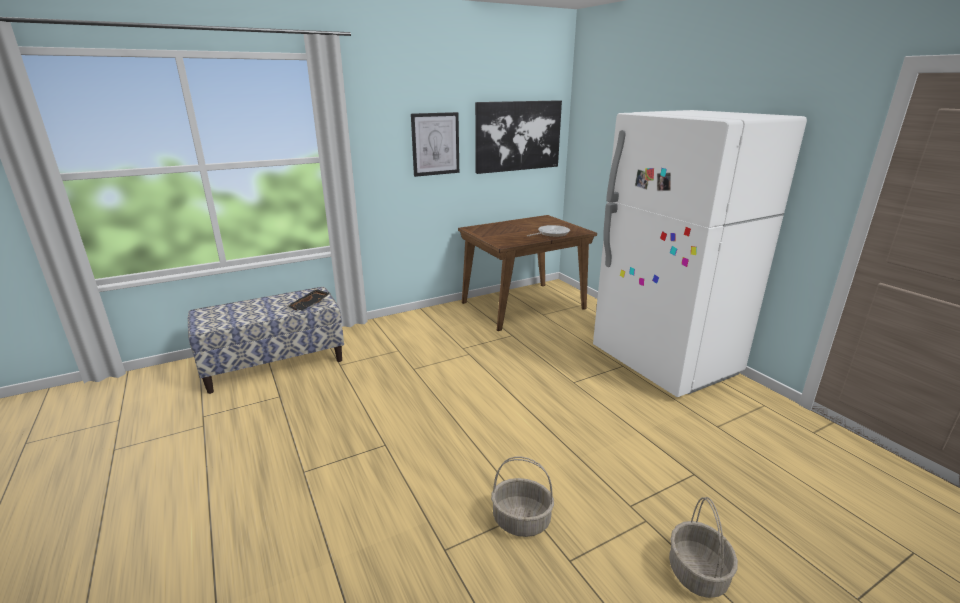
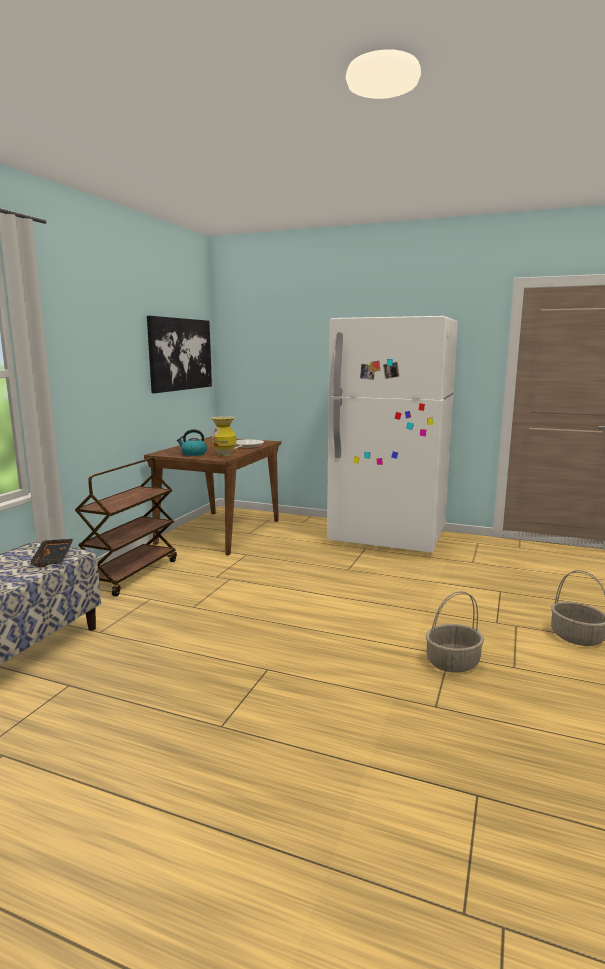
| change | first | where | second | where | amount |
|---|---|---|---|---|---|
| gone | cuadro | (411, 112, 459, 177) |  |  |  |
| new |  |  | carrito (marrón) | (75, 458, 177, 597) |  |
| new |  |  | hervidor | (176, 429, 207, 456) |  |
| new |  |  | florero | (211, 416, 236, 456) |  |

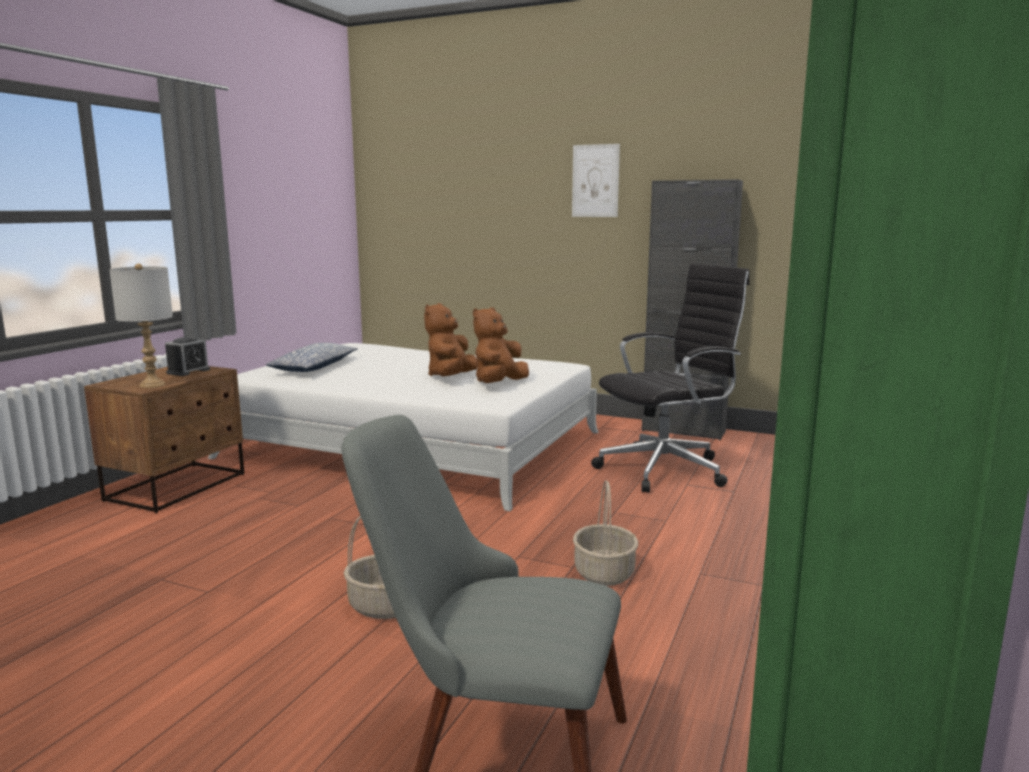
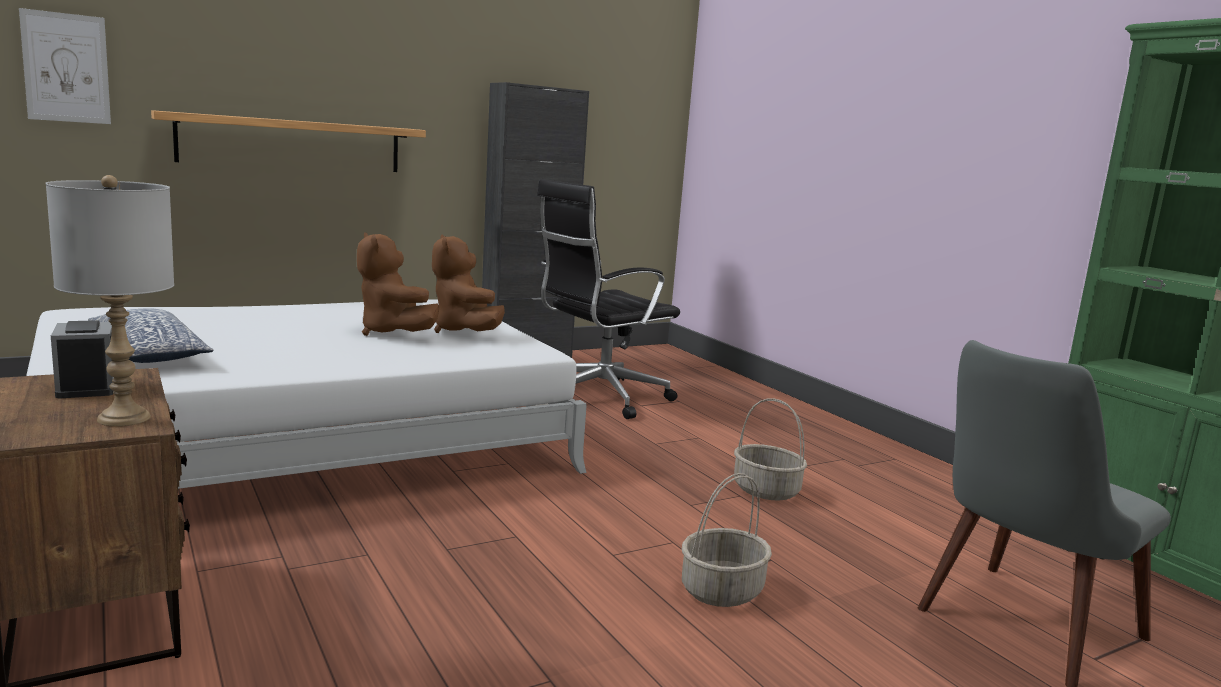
| change | first | where | second | where | amount |
|---|---|---|---|---|---|
| shifted | cuadro | (572, 144, 620, 217) |  | (19, 8, 111, 124) |  |
| rotated | silla de oficina (negro) | (591, 264, 750, 493) |  | (537, 179, 680, 419) | 135 degrees counterclockwise |
| new |  |  | estante | (151, 110, 426, 172) |  |

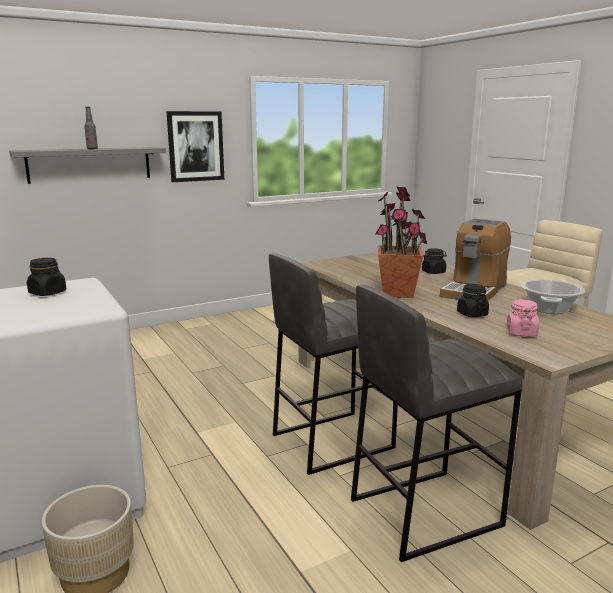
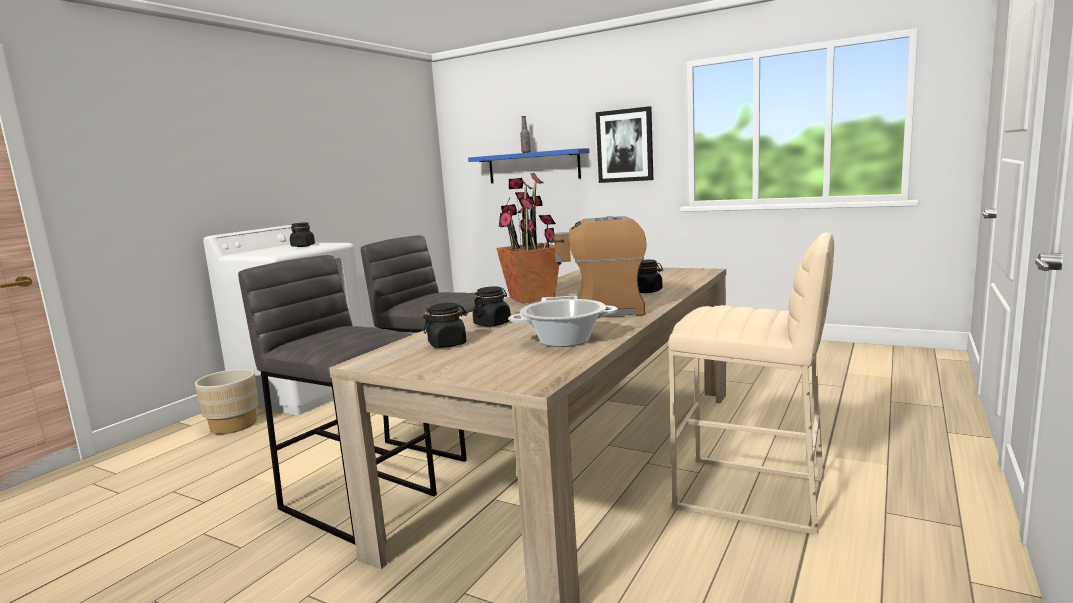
| change | first | where | second | where | amount |
|---|---|---|---|---|---|
| repainted | estante (gris) | (9, 147, 166, 184) | estante (azul) | (468, 148, 589, 183) |  |
| repainted | tarro (rosa) | (507, 299, 539, 336) | tarro (negro) | (423, 303, 468, 348) |  |

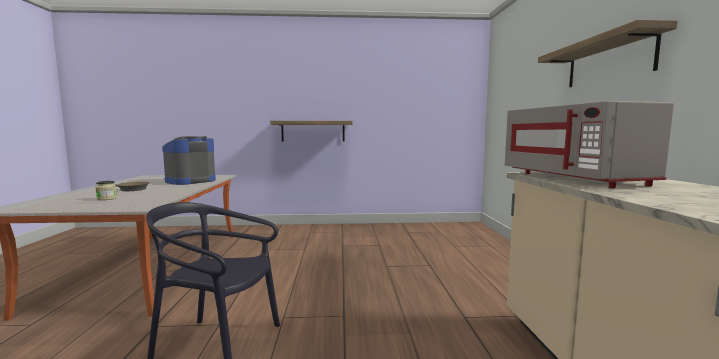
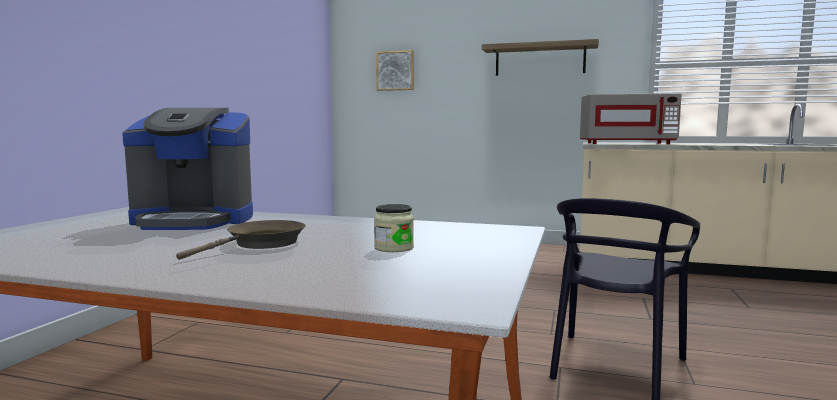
| change | first | where | second | where | amount |
|---|---|---|---|---|---|
| rotated | cafetera | (162, 136, 216, 185) |  | (122, 108, 253, 230) | 60 degrees counterclockwise |
| gone | estante | (270, 121, 353, 142) |  |  |  |
| new |  |  | cuadro | (376, 50, 414, 91) |  |

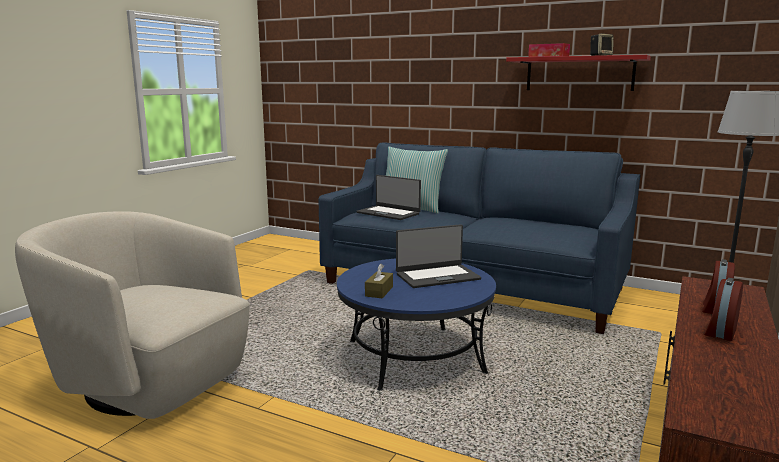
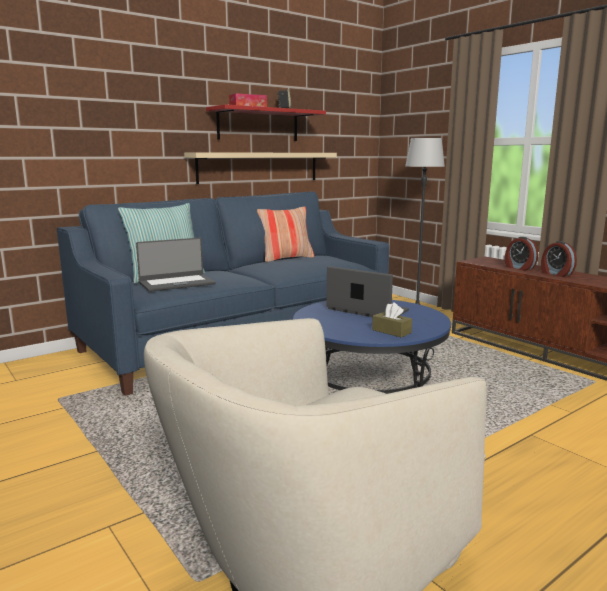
| change | first | where | second | where | amount |
|---|---|---|---|---|---|
| rotated | portátil | (396, 224, 481, 288) |  | (327, 266, 409, 317) | 60 degrees counterclockwise |
| new |  |  | estante (beis) | (184, 152, 337, 184) |  |
| new |  |  | cojín | (257, 207, 314, 262) |  |

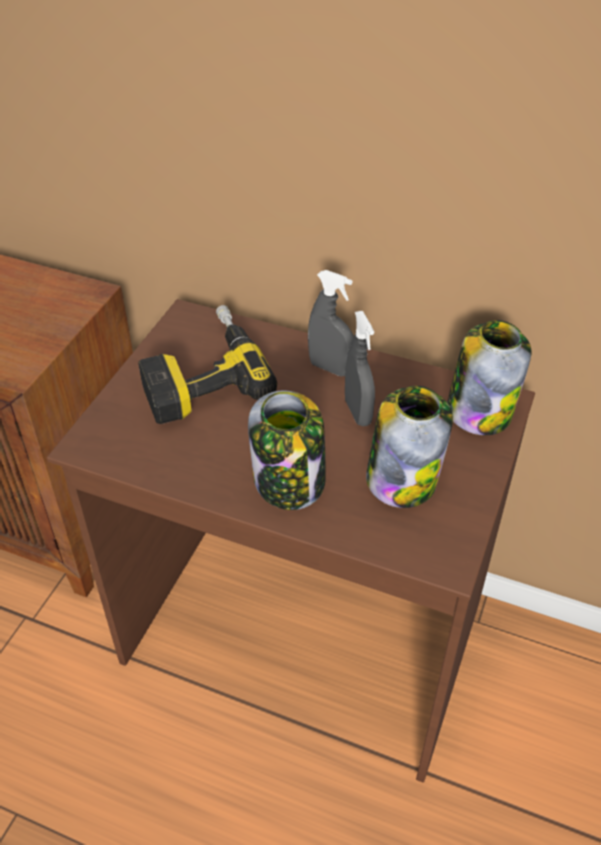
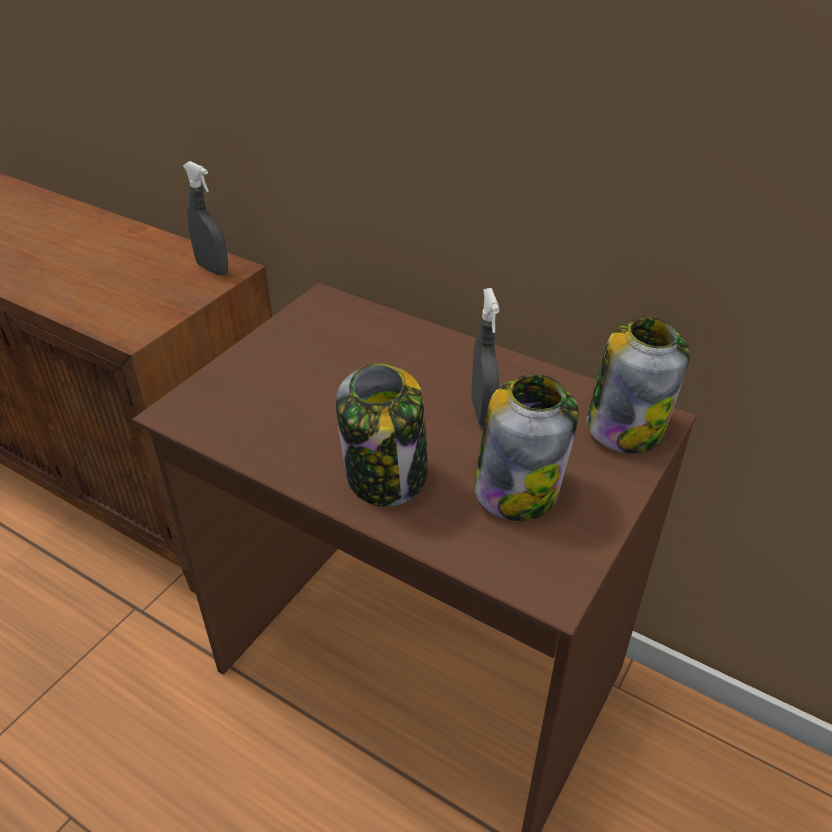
| change | first | where | second | where | amount |
|---|---|---|---|---|---|
| gone | taladro | (138, 305, 277, 424) |  |  |  |
| shifted | pulverizador (gris) | (308, 270, 354, 376) |  | (183, 161, 228, 275) |  |

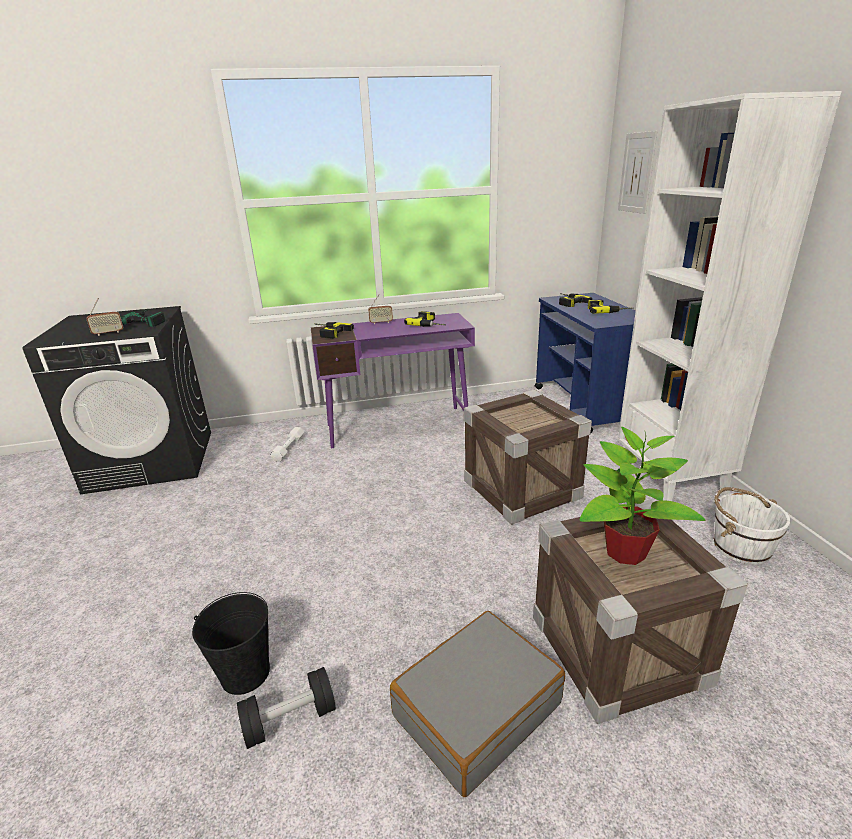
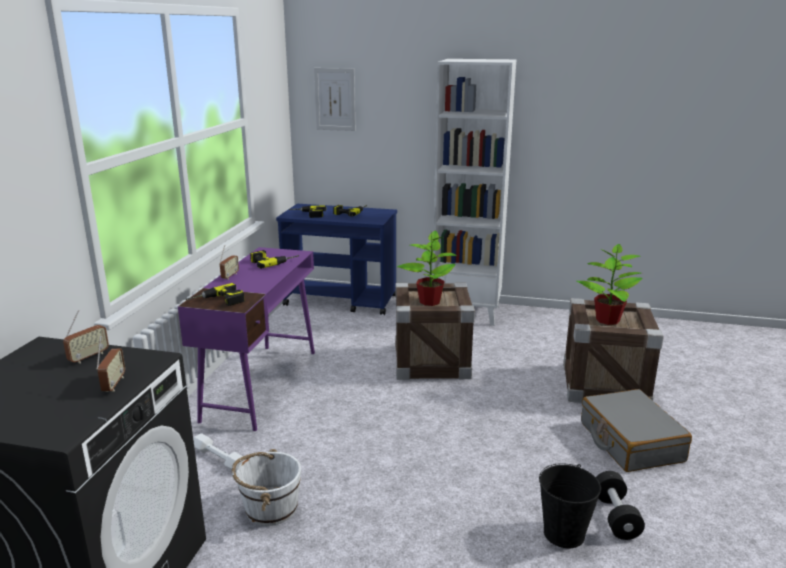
| change | first | where | second | where | amount |
|---|---|---|---|---|---|
| swapped | taladro | (121, 309, 165, 327) | radio | (63, 310, 109, 364) |  |
| shifted | cubo (blanco) | (714, 487, 790, 565) |  | (232, 449, 301, 526) |  |
| new |  |  | planta en maceta | (397, 231, 457, 306) |  |

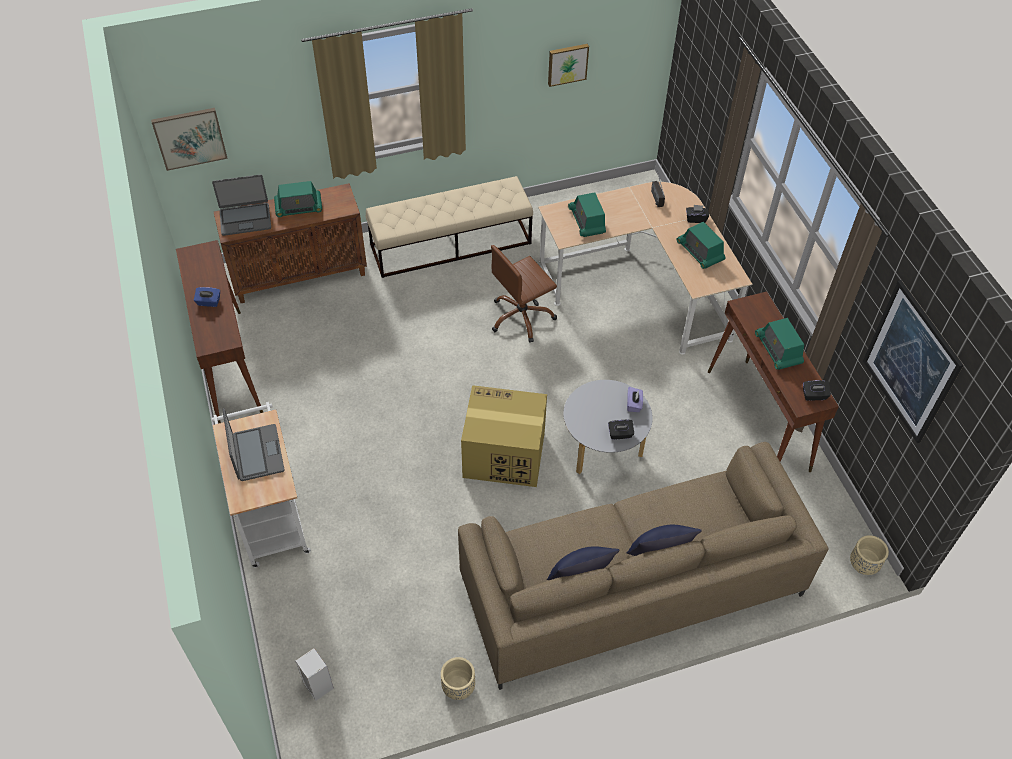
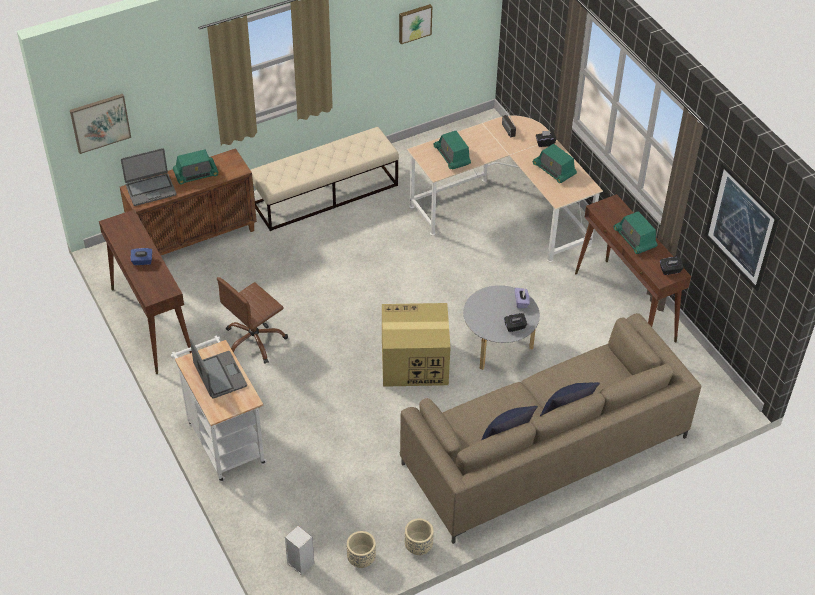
| change | first | where | second | where | amount |
|---|---|---|---|---|---|
| shifted | silla de oficina (marrón) | (491, 245, 557, 343) |  | (217, 277, 288, 364) |  |
| shifted | maceta (beis) | (850, 535, 889, 575) |  | (347, 531, 376, 568) |  |

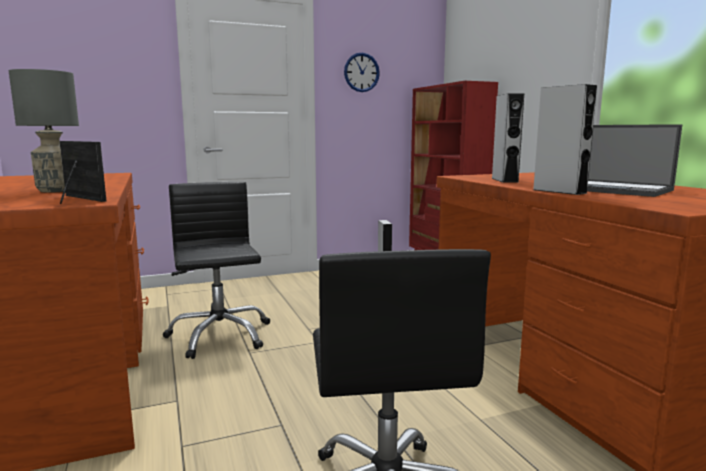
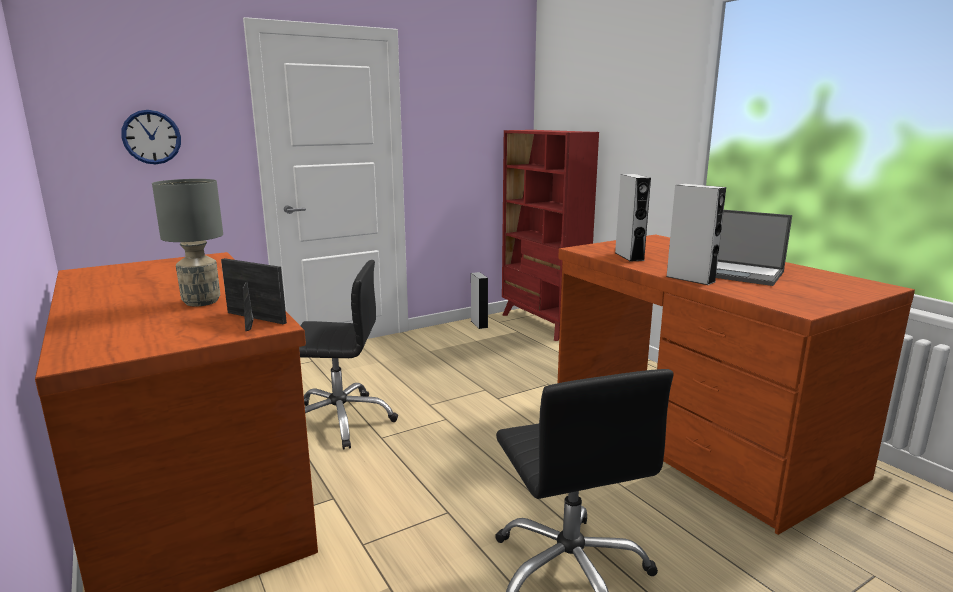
| change | first | where | second | where | amount |
|---|---|---|---|---|---|
| rotated | silla de oficina (negro) | (163, 182, 270, 359) |  | (299, 260, 398, 450) | 120 degrees clockwise |
| shifted | reloj de pared | (344, 52, 380, 92) |  | (121, 110, 181, 164) |  |

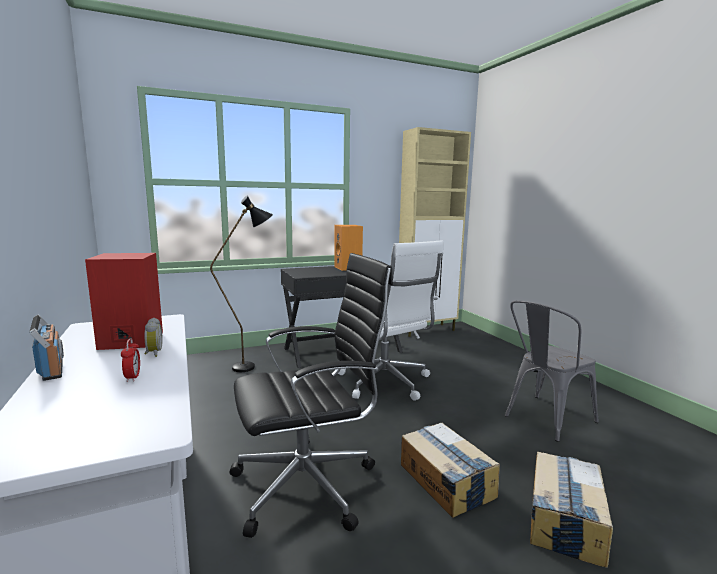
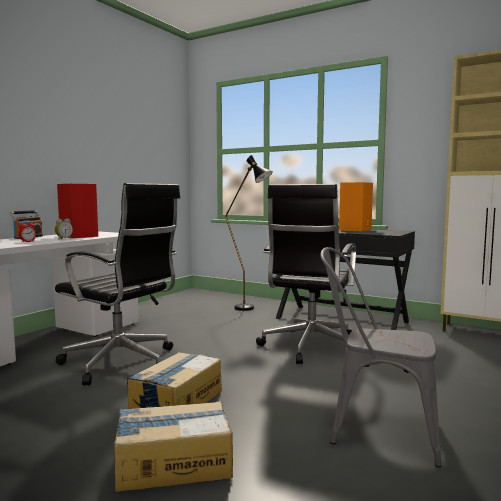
| change | first | where | second | where | amount |
|---|---|---|---|---|---|
| repainted | silla de oficina (blanco) | (338, 241, 444, 401) | silla de oficina (negro) | (256, 184, 356, 364) |  |

